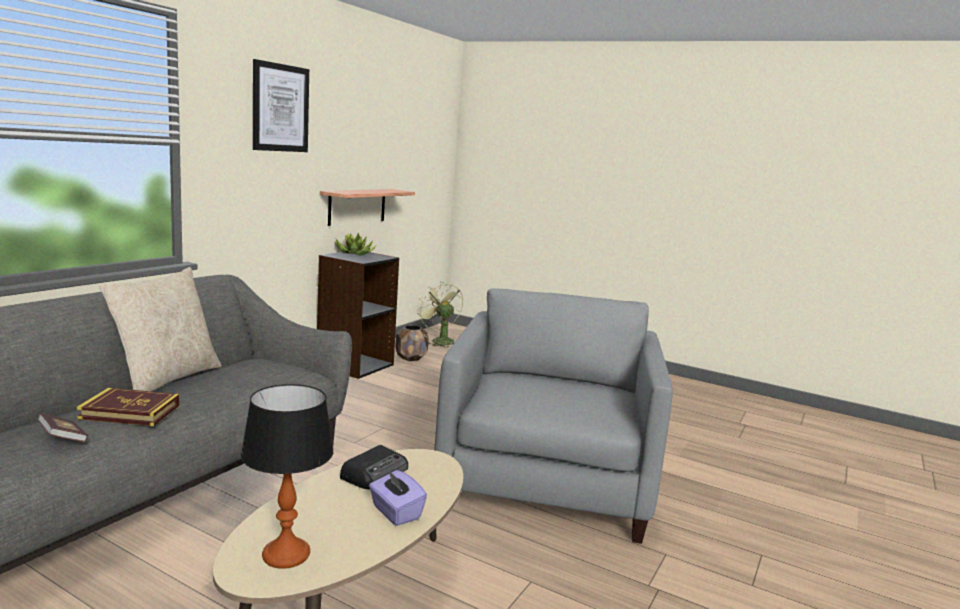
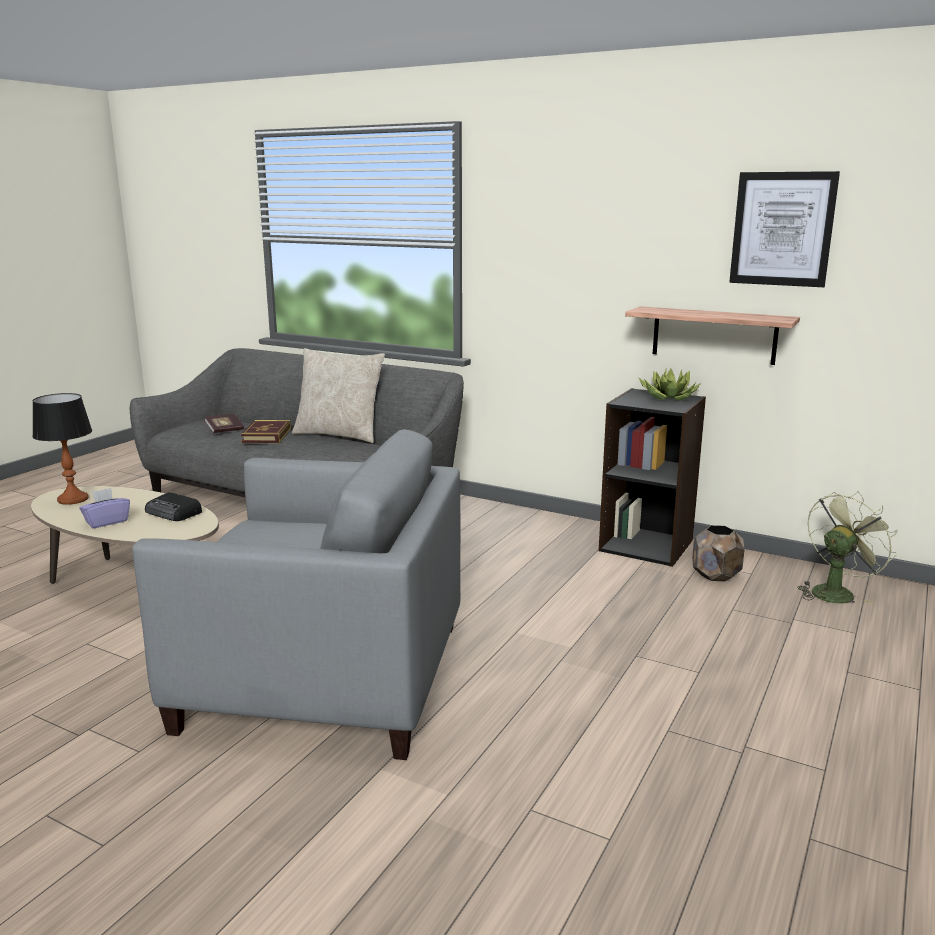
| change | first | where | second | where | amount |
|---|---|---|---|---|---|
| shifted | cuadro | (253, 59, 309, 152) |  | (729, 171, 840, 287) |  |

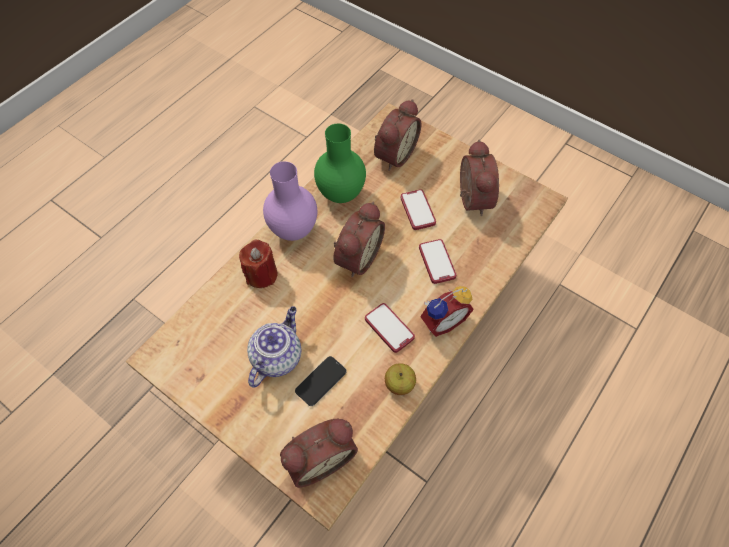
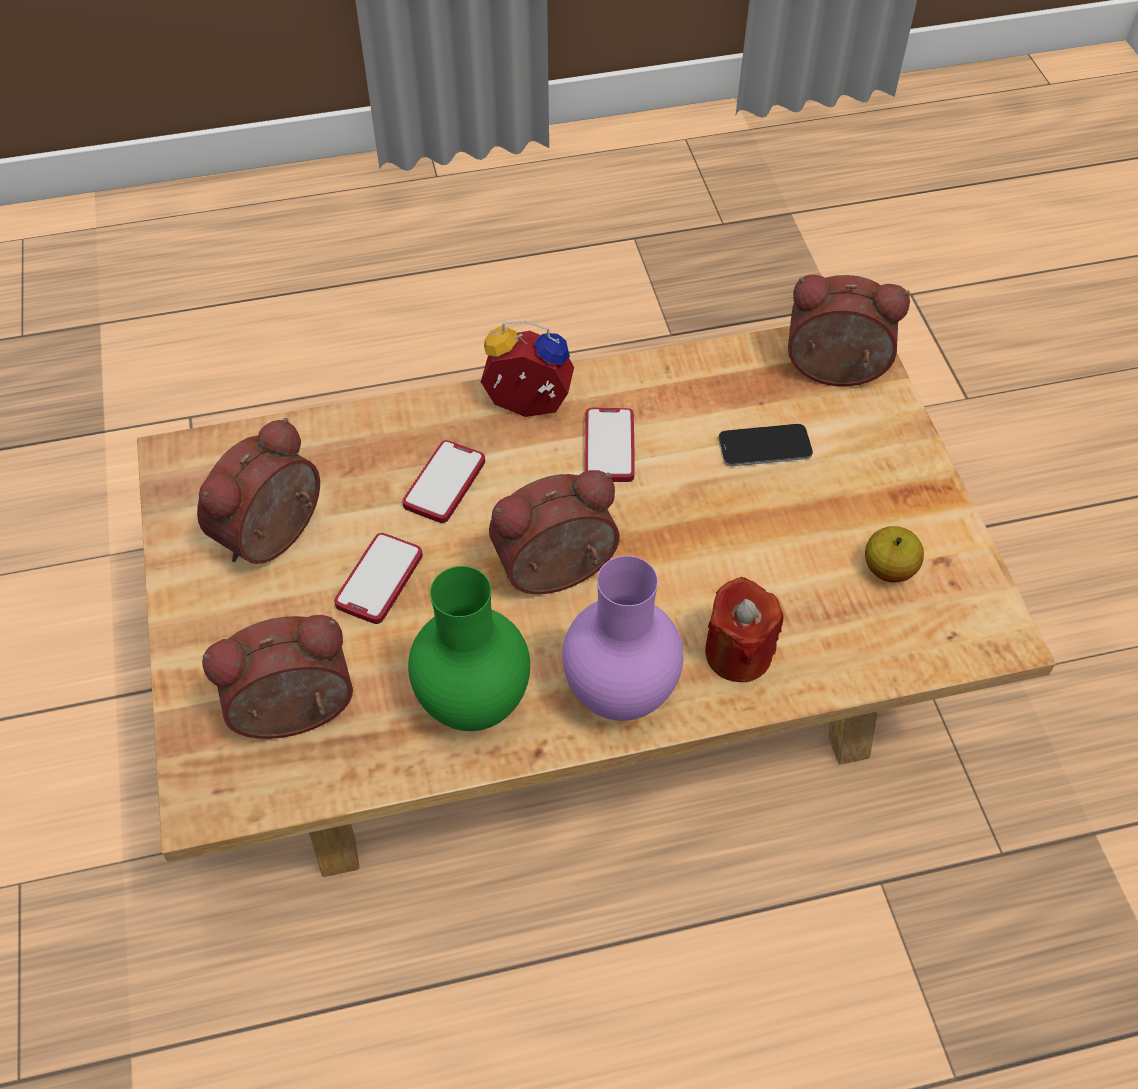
| change | first | where | second | where | amount |
|---|---|---|---|---|---|
| gone | tetera | (247, 306, 301, 388) |  |  |  |
| shifted | manzana | (385, 363, 416, 395) |  | (865, 526, 924, 582) |  |

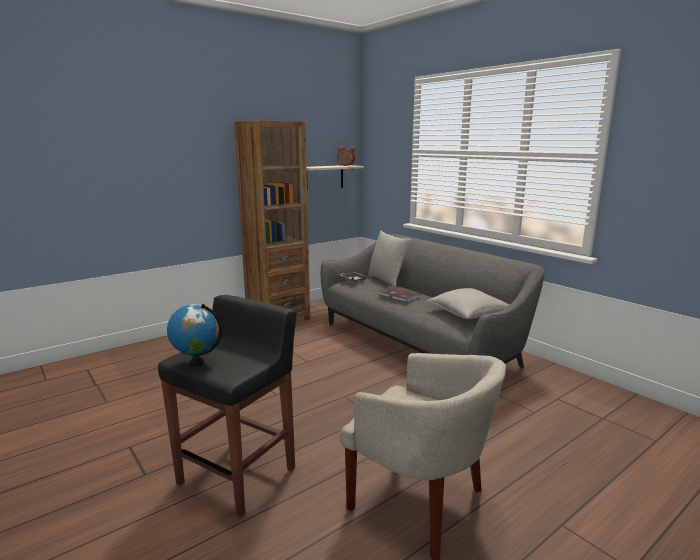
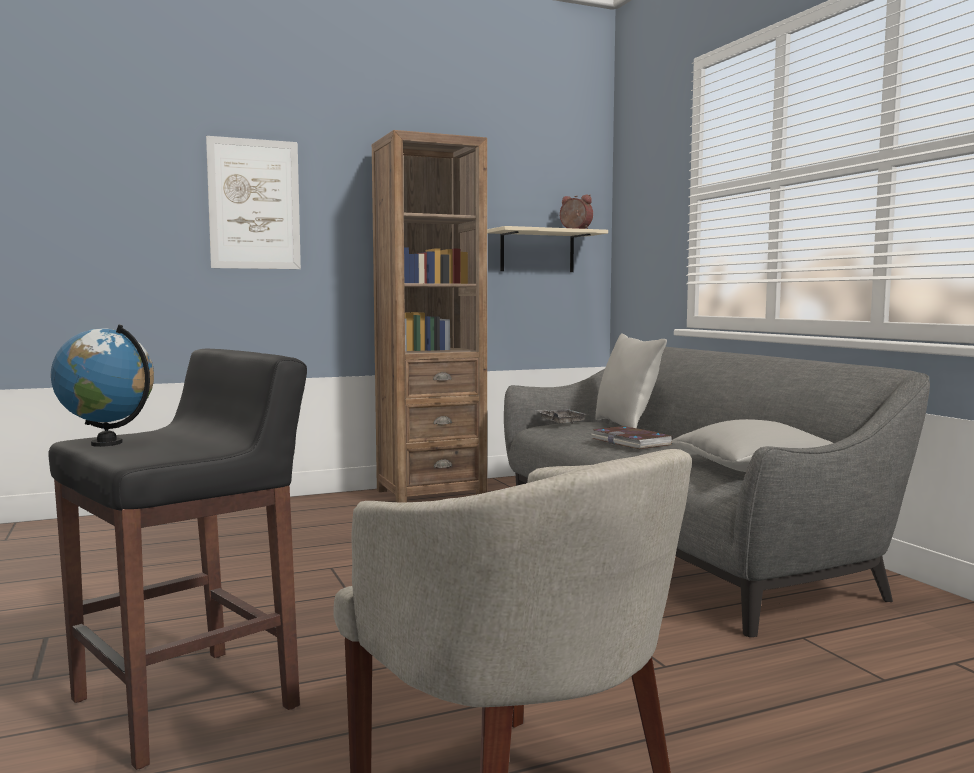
| change | first | where | second | where | amount |
|---|---|---|---|---|---|
| new |  |  | cuadro | (206, 136, 301, 269) |  |

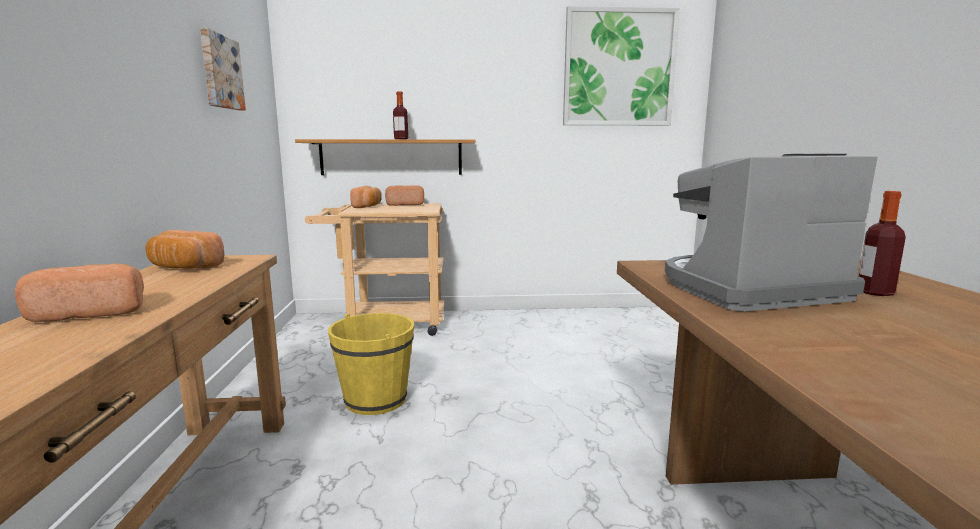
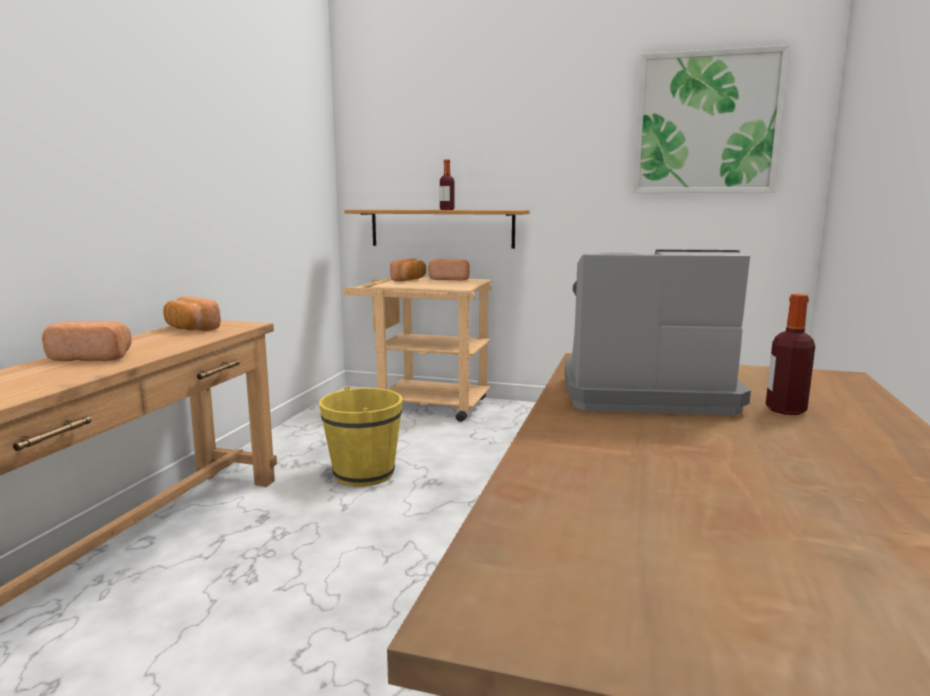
| change | first | where | second | where | amount |
|---|---|---|---|---|---|
| gone | cuadro | (200, 28, 246, 110) |  |  |  |

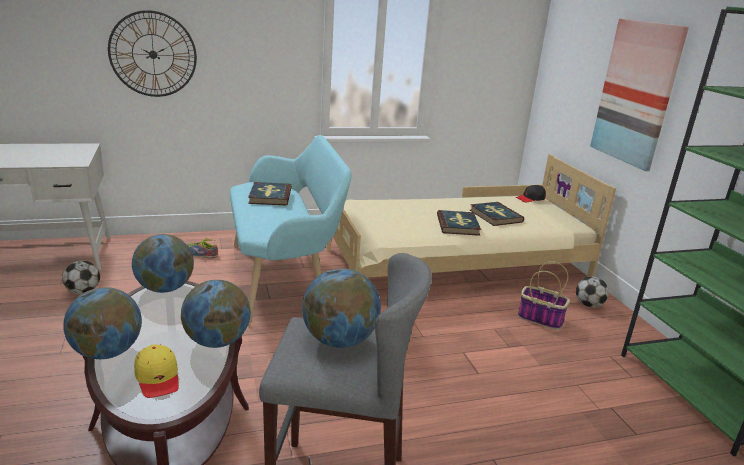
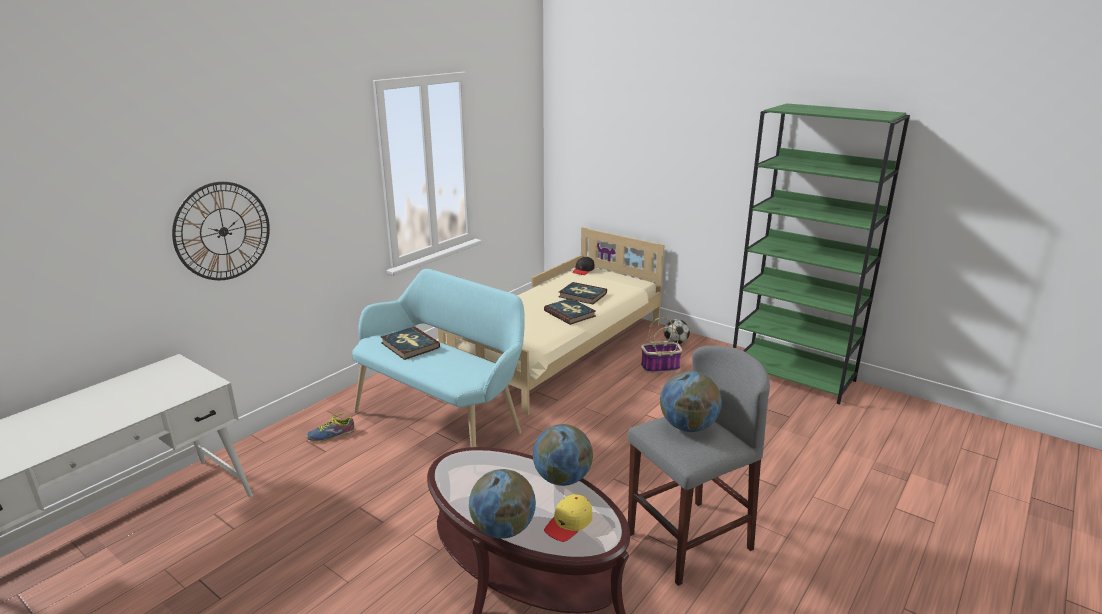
| change | first | where | second | where | amount |
|---|---|---|---|---|---|
| gone | balón de fútbol | (62, 261, 100, 294) |  |  |  |
| gone | globo terráqueo | (132, 234, 194, 293) |  |  |  |
| rotated | gorra (amarillo) | (134, 344, 179, 398) |  | (544, 494, 592, 542) | 105 degrees clockwise |
| gone | cuadro | (590, 19, 689, 171) |  |  |  |

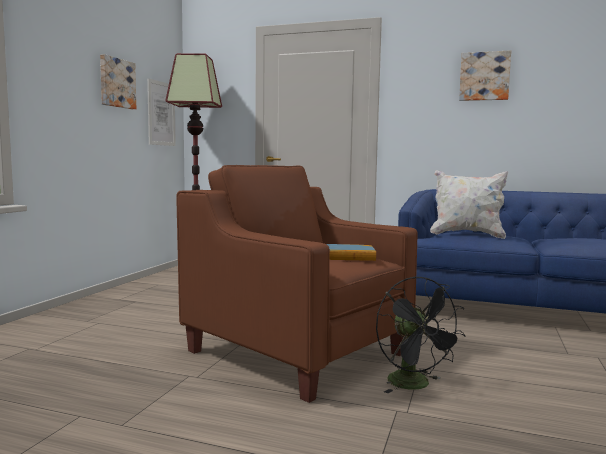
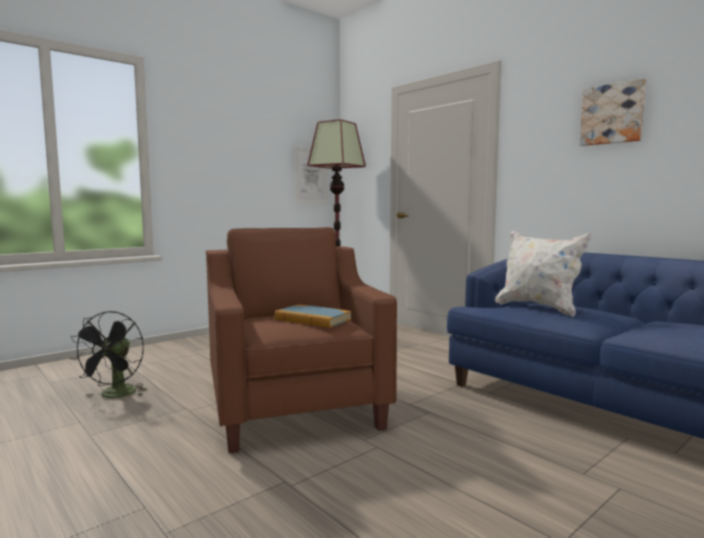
| change | first | where | second | where | amount |
|---|---|---|---|---|---|
| gone | cuadro | (100, 54, 136, 109) |  |  |  |
| shifted | ventilador (negro) | (376, 276, 466, 393) |  | (69, 311, 148, 398) |  |

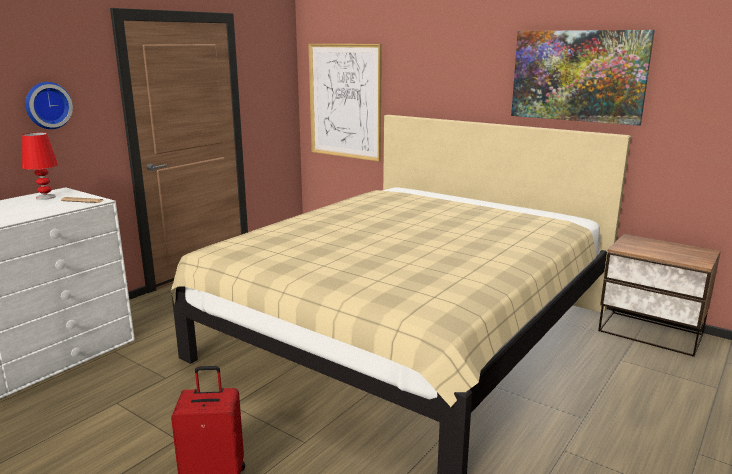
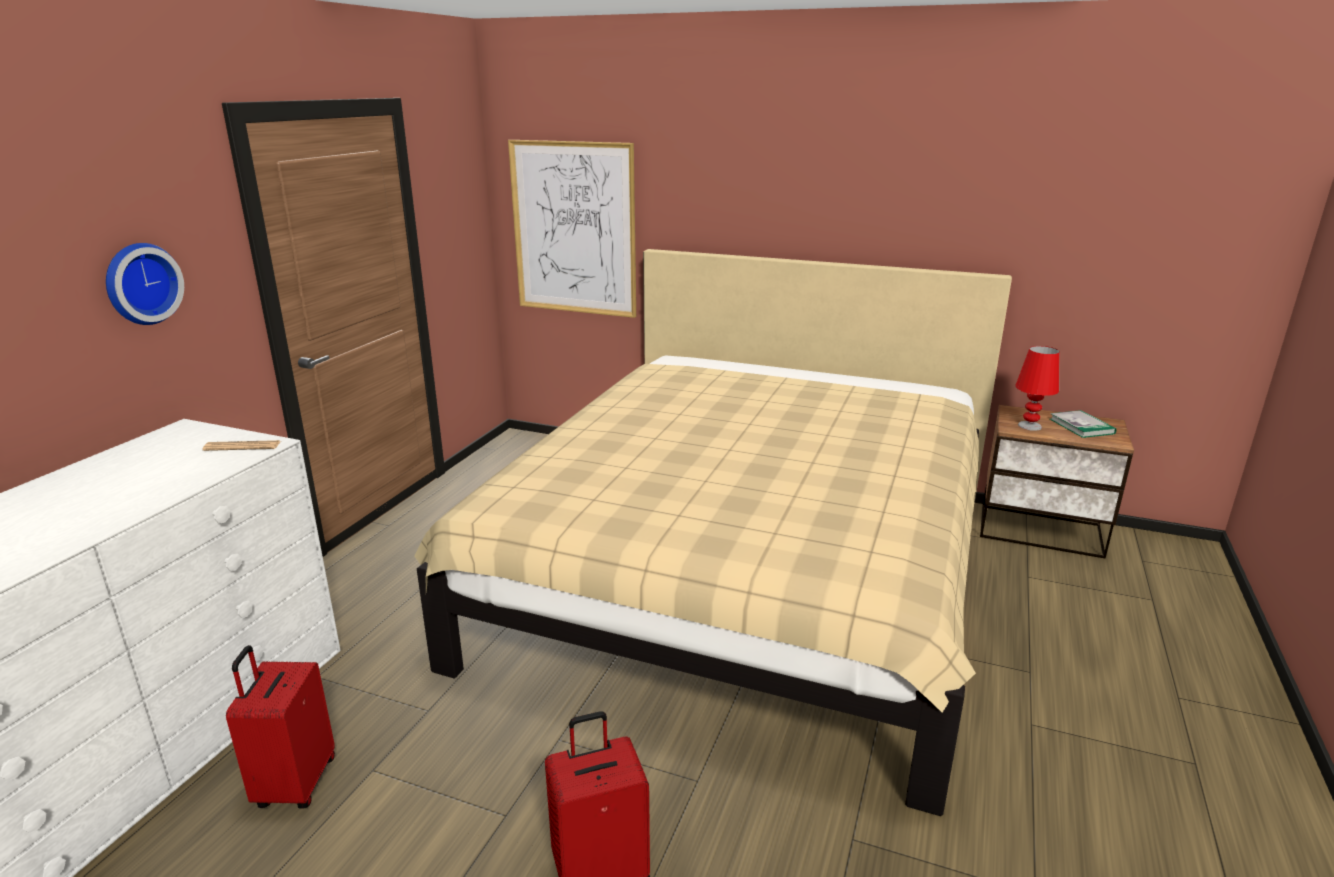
| change | first | where | second | where | amount |
|---|---|---|---|---|---|
| shifted | lámpara de mesa (rojo) | (22, 132, 58, 200) |  | (1015, 346, 1059, 431) |  |
| gone | cuadro | (511, 30, 655, 126) |  |  |  |
| new |  |  | maleta (rojo) | (226, 645, 335, 809) |  |
| new |  |  | libro | (1050, 410, 1116, 438) |  |

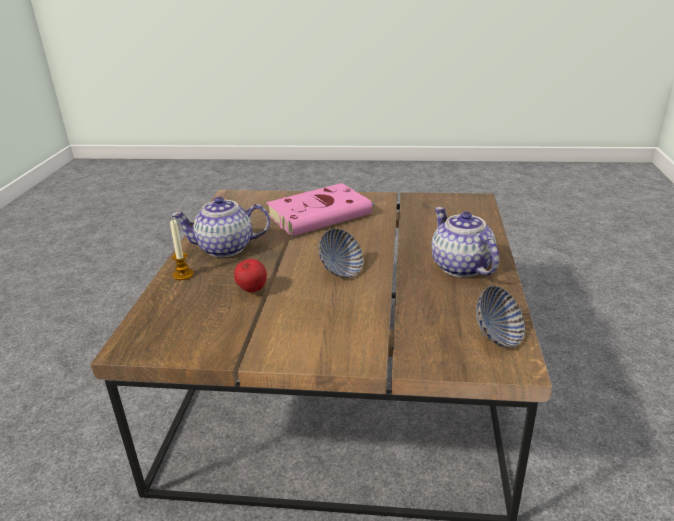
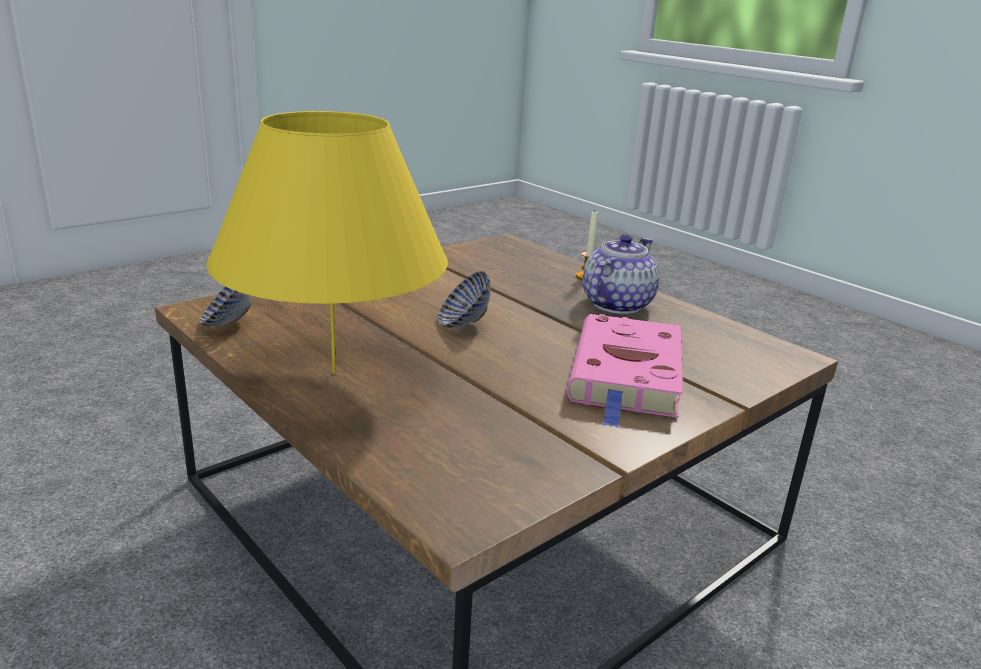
| change | first | where | second | where | amount |
|---|---|---|---|---|---|
| gone | manzana | (234, 259, 267, 292) |  |  |  |
| swapped | tetera | (432, 207, 499, 277) | lámpara de mesa (amarillo) | (206, 111, 448, 374) |  |

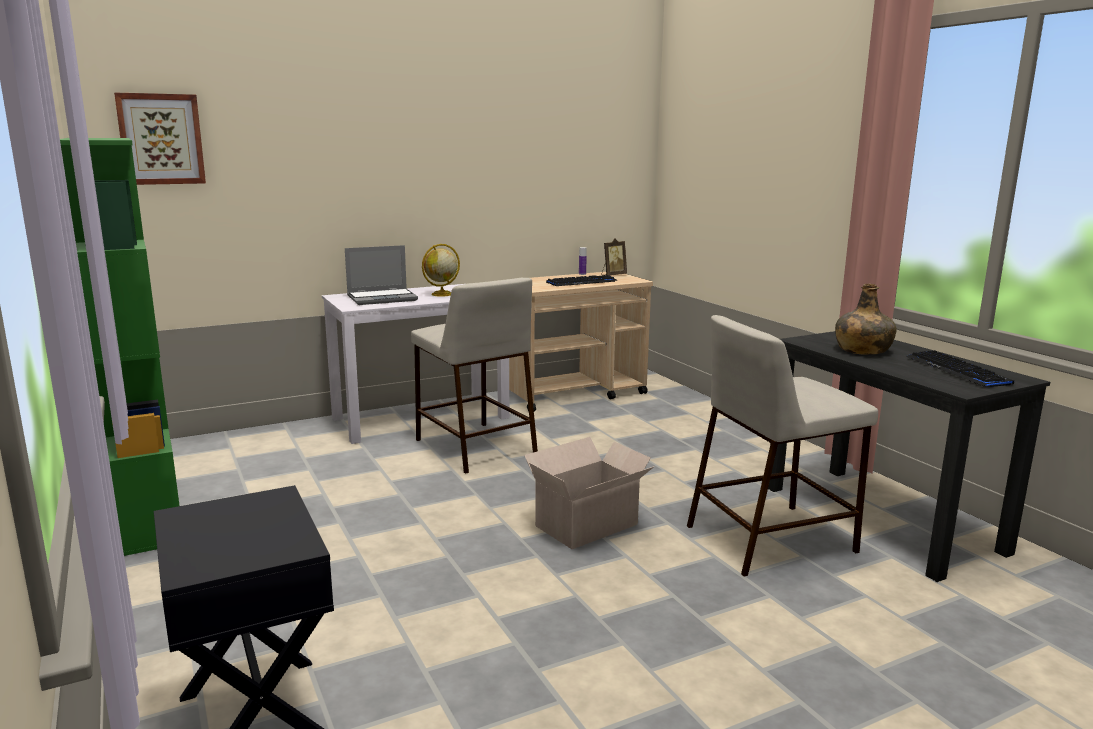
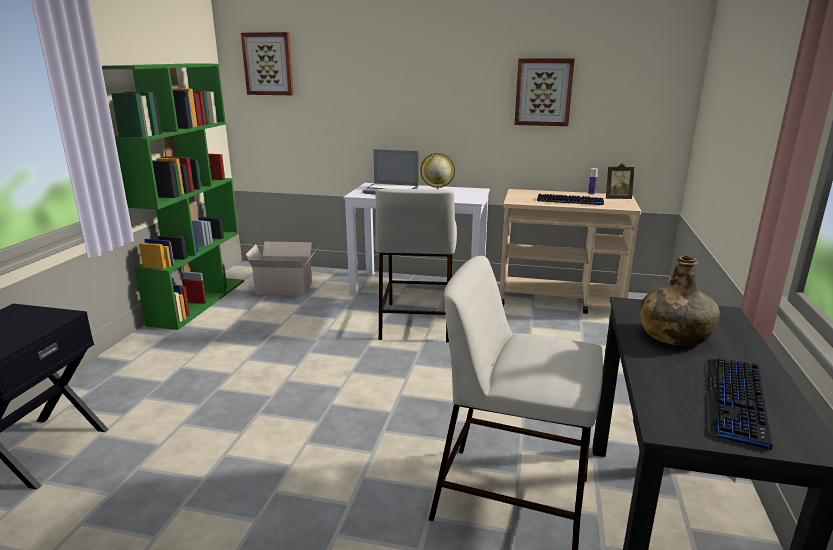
| change | first | where | second | where | amount |
|---|---|---|---|---|---|
| shifted | caja de cartón | (524, 437, 655, 549) |  | (246, 242, 318, 295) |  |
| new |  |  | cuadro | (515, 58, 575, 126) |  |

